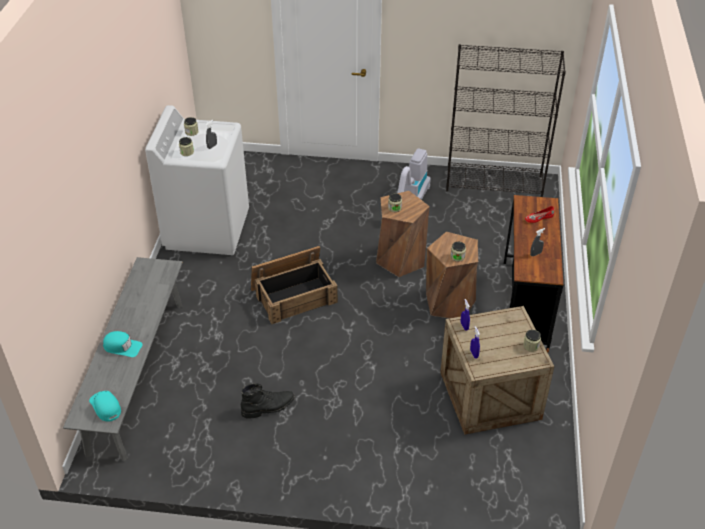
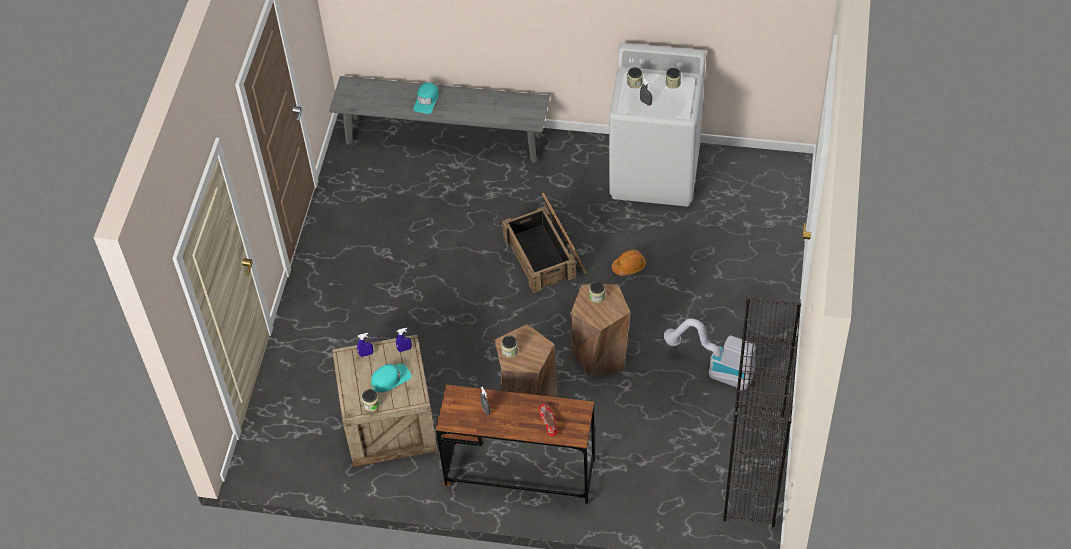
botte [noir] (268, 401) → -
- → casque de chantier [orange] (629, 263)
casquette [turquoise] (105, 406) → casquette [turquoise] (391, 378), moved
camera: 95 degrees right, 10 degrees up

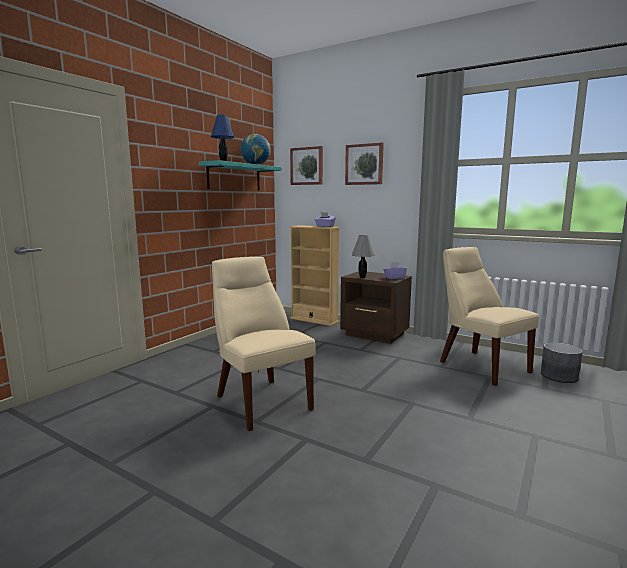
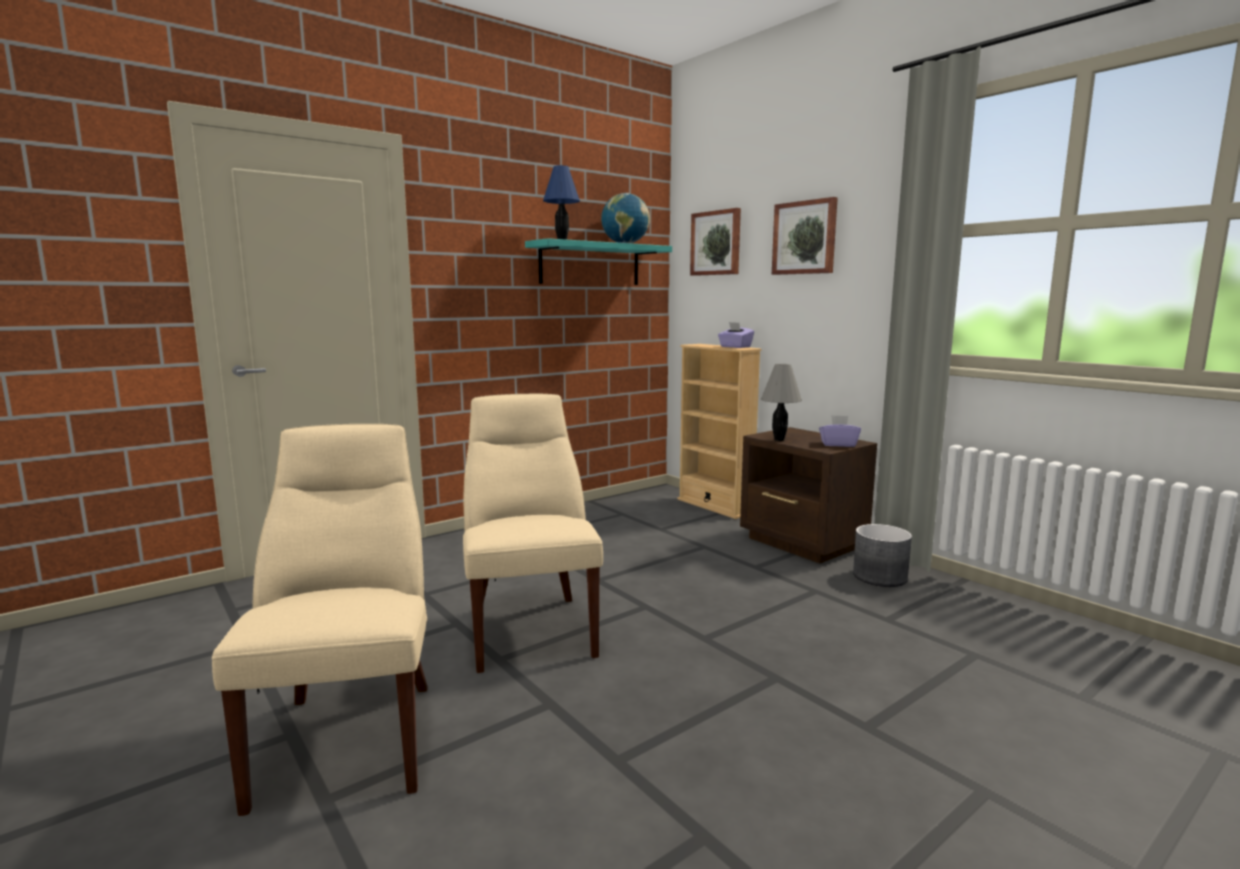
chaise [beige] (489, 316) → chaise [beige] (320, 620), moved
cache-pot [gris] (562, 362) → cache-pot [gris] (882, 555), moved
camera: 20 degrees right, 0 degrees up

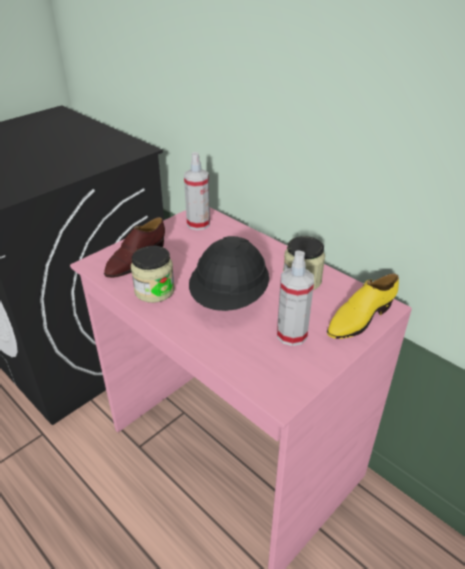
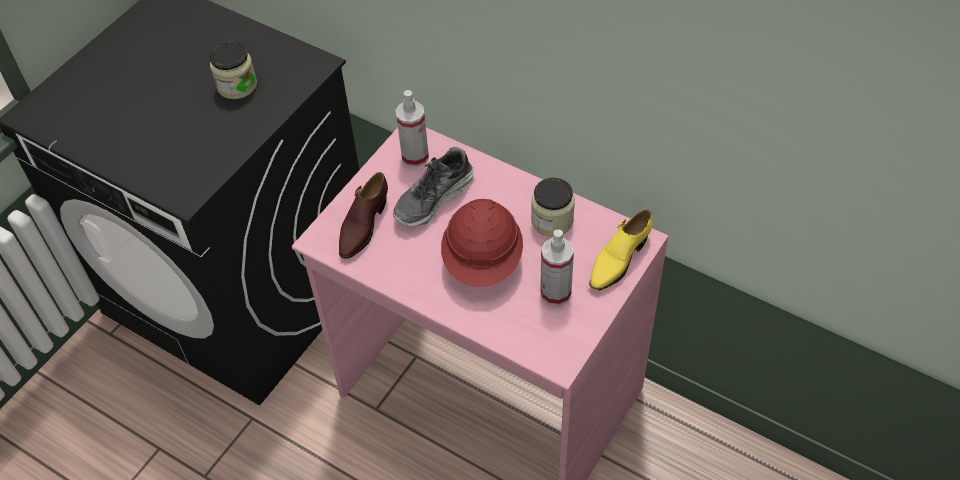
- → chaussure (433, 187)
bocal (153, 274) → bocal (233, 70), moved
casque de chantier [noir] (229, 273) → casque de chantier [rouge] (482, 243)
camera: 10 degrees left, 15 degrees up

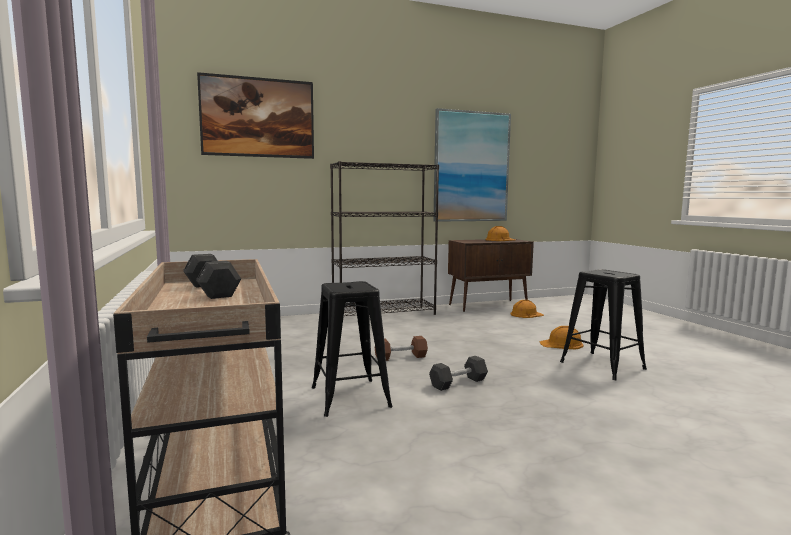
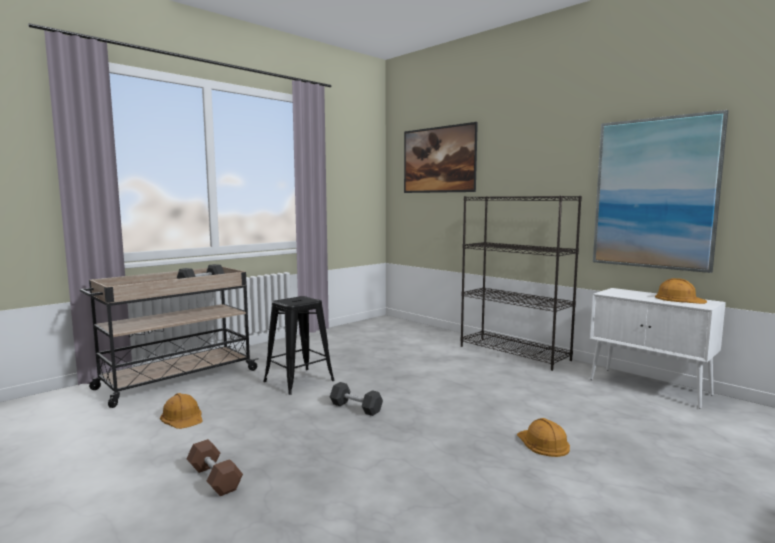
tabouret [noir] (603, 324) → -
haltère [marron] (401, 348) → haltère [marron] (214, 467), moved
casque de chantier [orange] (527, 309) → casque de chantier [orange] (181, 411), moved
meuble de rangement [marron] (491, 275) → meuble de rangement [blanc] (658, 348)
camera: 65 degrees right, 0 degrees up

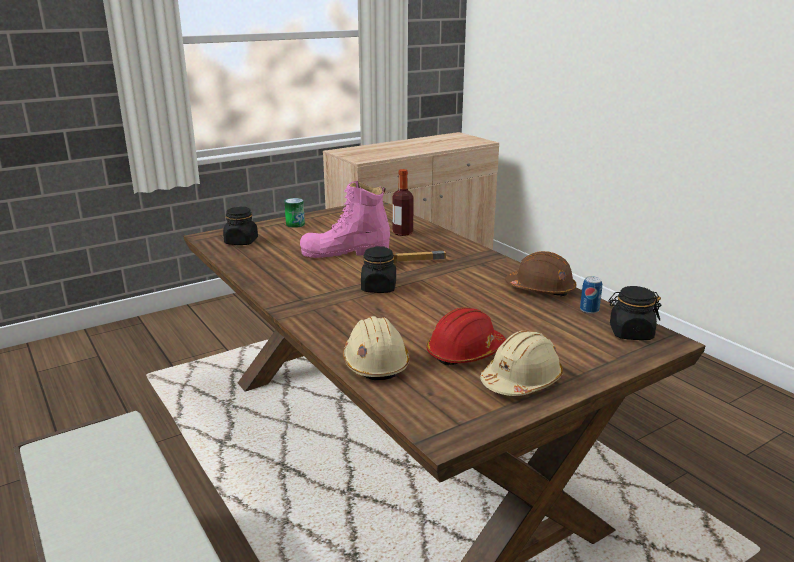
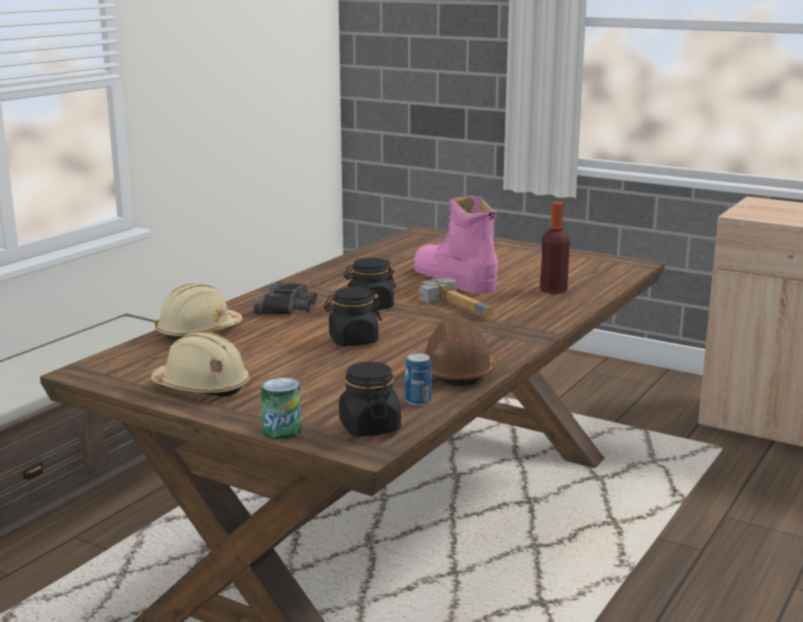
casque de chantier [rouge] (466, 336) → -
- → jumelles [noir] (285, 298)
bocal [noir] (240, 226) → bocal [noir] (353, 316), moved
boîte métallique (294, 213) → boîte métallique (281, 408), moved
camera: 65 degrees right, 5 degrees down

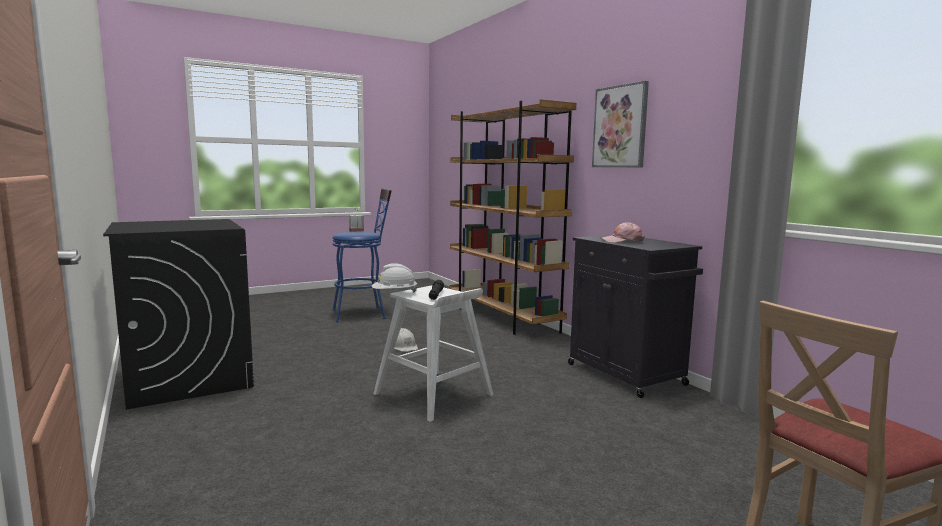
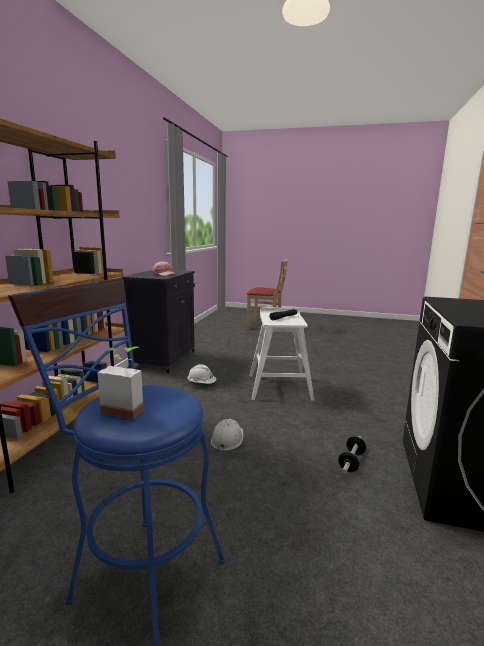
tableau (620, 124) → -
- → haltère (352, 455)
casque de chantier [blanc] (394, 277) → casque de chantier [blanc] (201, 374), moved
camera: 135 degrees left, 5 degrees up

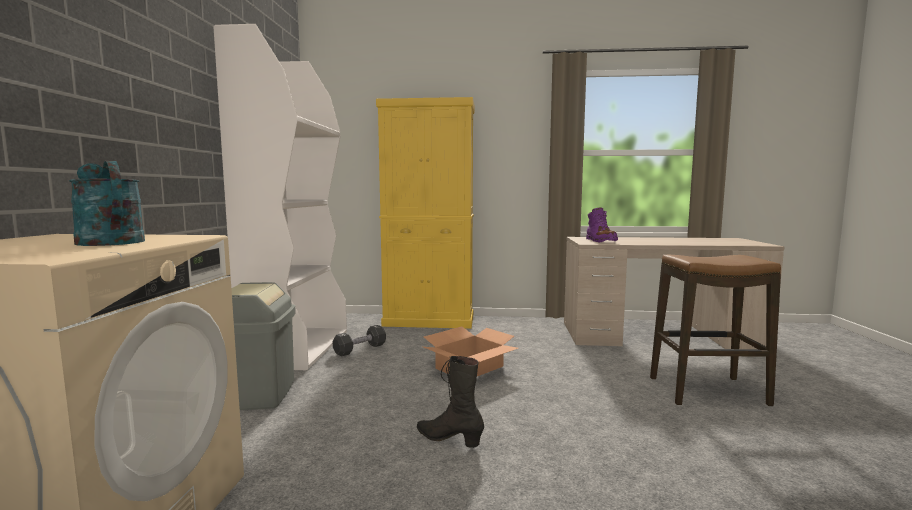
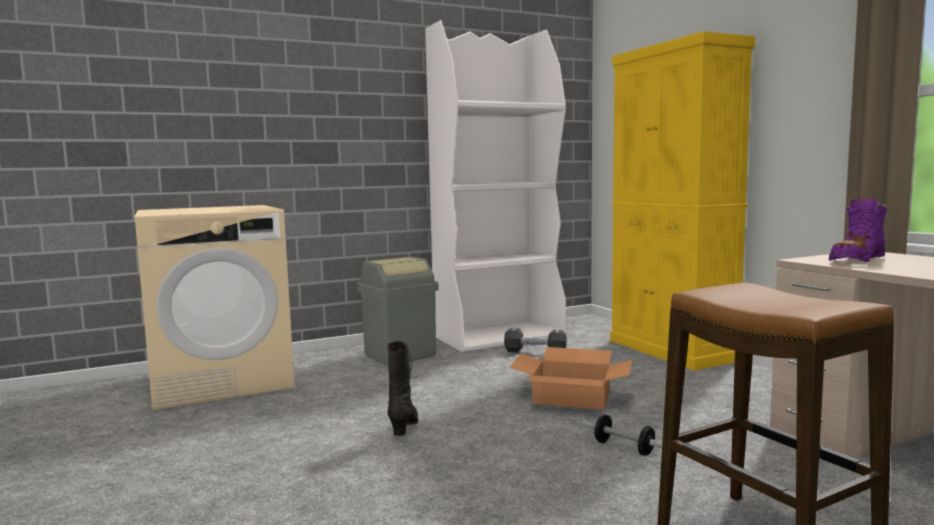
arrosoir [turquoise] (107, 203) → -
- → haltère (622, 435)
camera: 60 degrees right, 0 degrees up

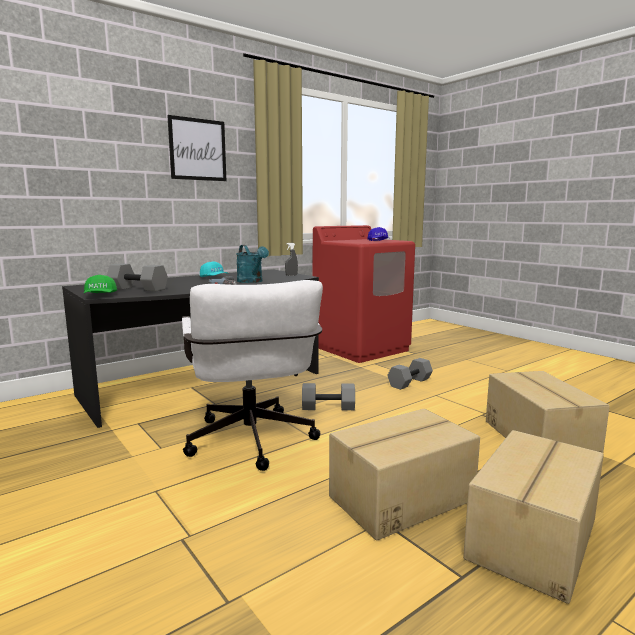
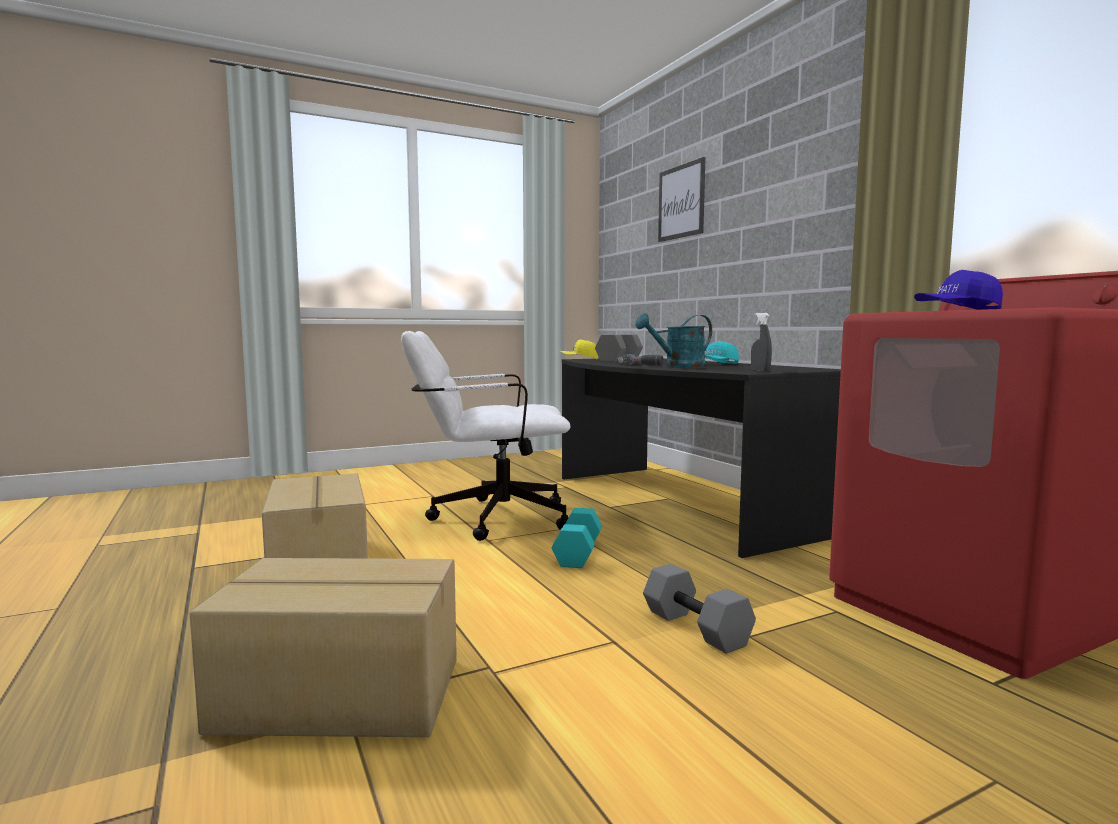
carton (533, 517) → -
tableau (196, 148) → tableau (682, 199), moved
casquette [vert] (100, 284) → casquette [jaune] (579, 349)
haltère [gris] (328, 396) → haltère [turquoise] (577, 538)
camera: 100 degrees right, 5 degrees down

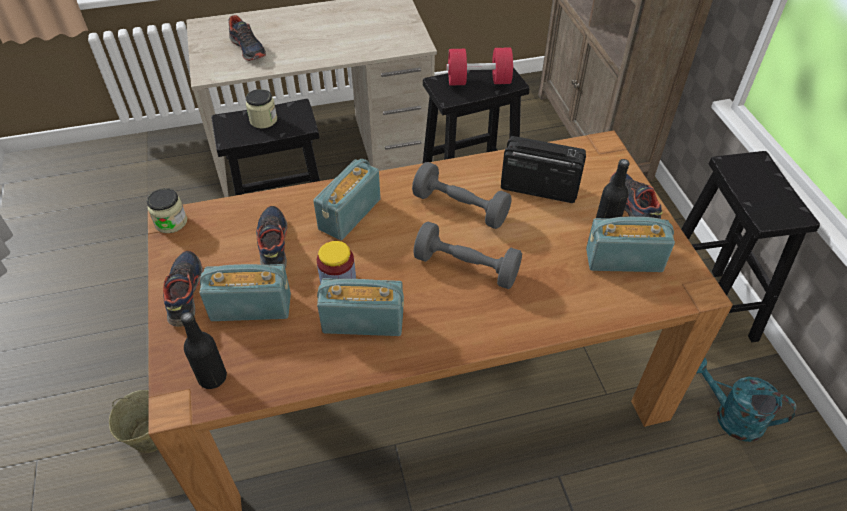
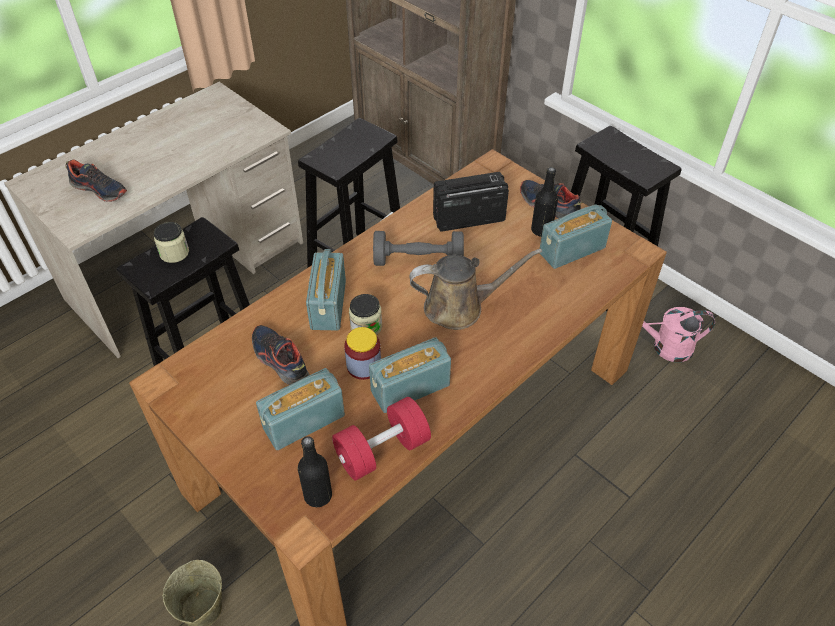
chaussure (183, 289) → -
bocal (166, 210) → bocal (365, 314), moved
haltère [rouge] (479, 66) → haltère [rouge] (381, 439), moved
haltère [gris] (467, 255) → arrosoir [marron] (476, 289)
arrosoir [turquoise] (746, 400) → arrosoir [rose] (678, 334)
camera: 30 degrees left, 0 degrees up

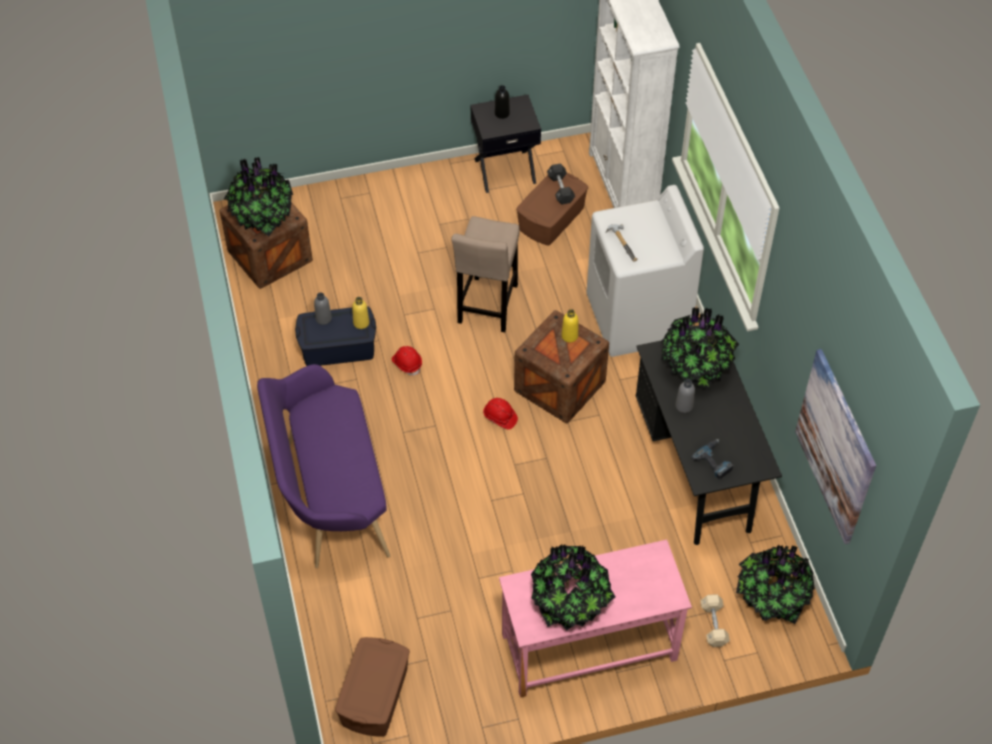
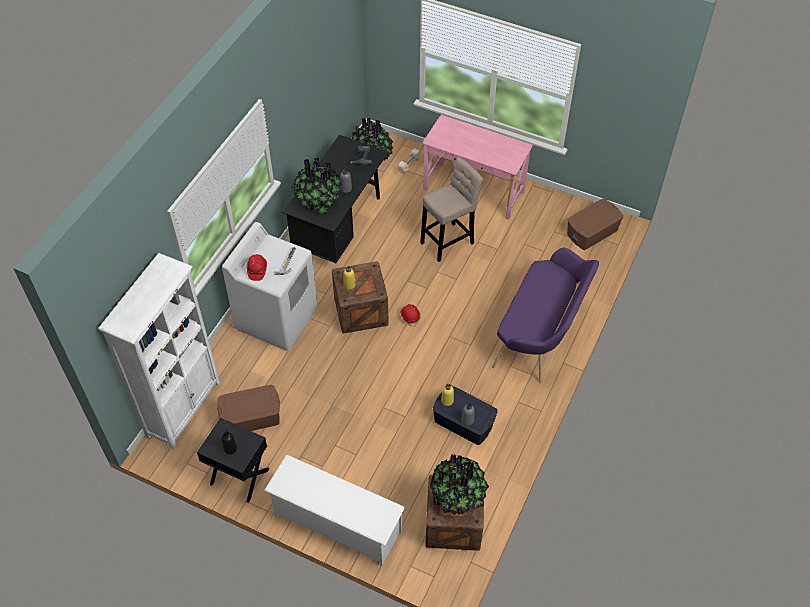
plante en pot (573, 587) → -
haltère [noir] (561, 184) → -
tableau (835, 446) → -
- → étagère à chaussures [blanc] (334, 510)
casque de chantier [rouge] (407, 361) → casque de chantier [rouge] (257, 267), moved
tabouret [beige] (485, 274) → tabouret [beige] (452, 209), moved
camera: 140 degrees left, 0 degrees up

